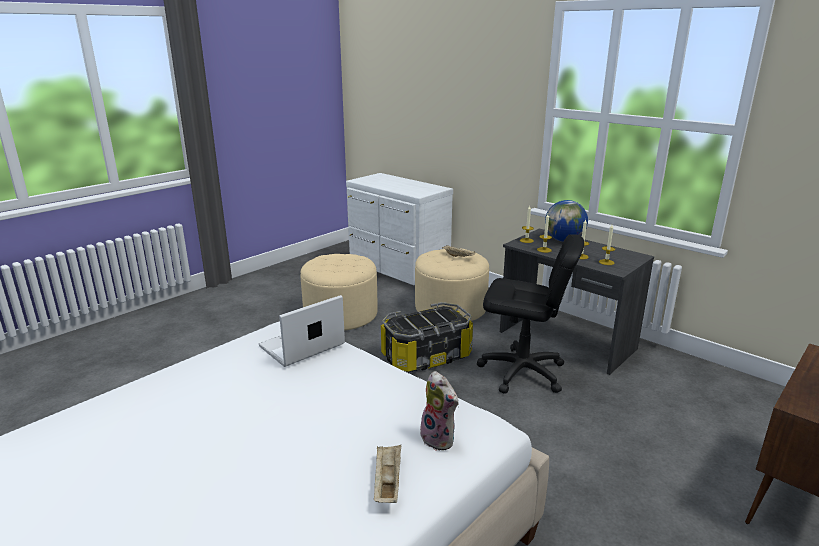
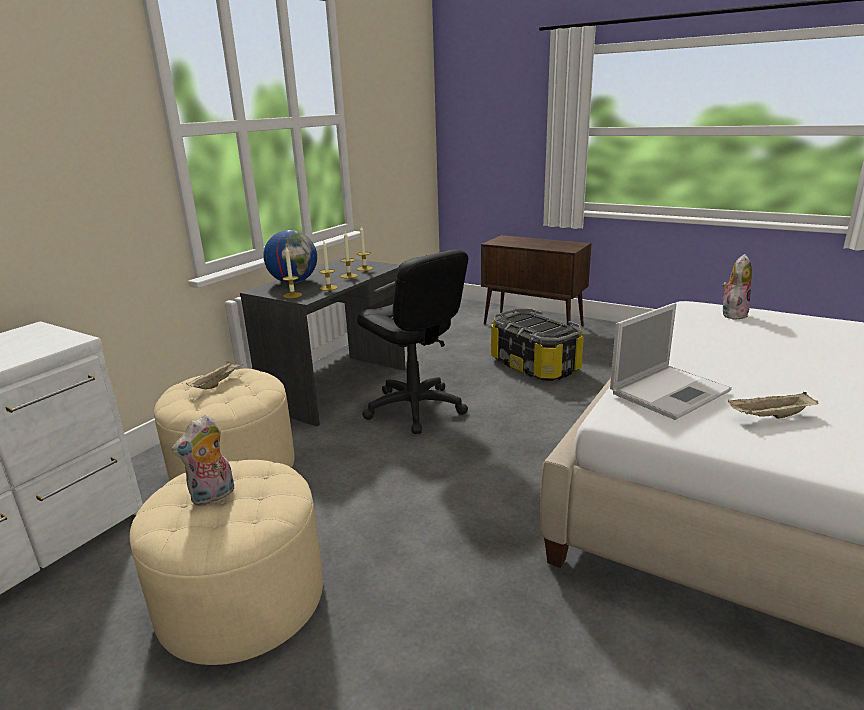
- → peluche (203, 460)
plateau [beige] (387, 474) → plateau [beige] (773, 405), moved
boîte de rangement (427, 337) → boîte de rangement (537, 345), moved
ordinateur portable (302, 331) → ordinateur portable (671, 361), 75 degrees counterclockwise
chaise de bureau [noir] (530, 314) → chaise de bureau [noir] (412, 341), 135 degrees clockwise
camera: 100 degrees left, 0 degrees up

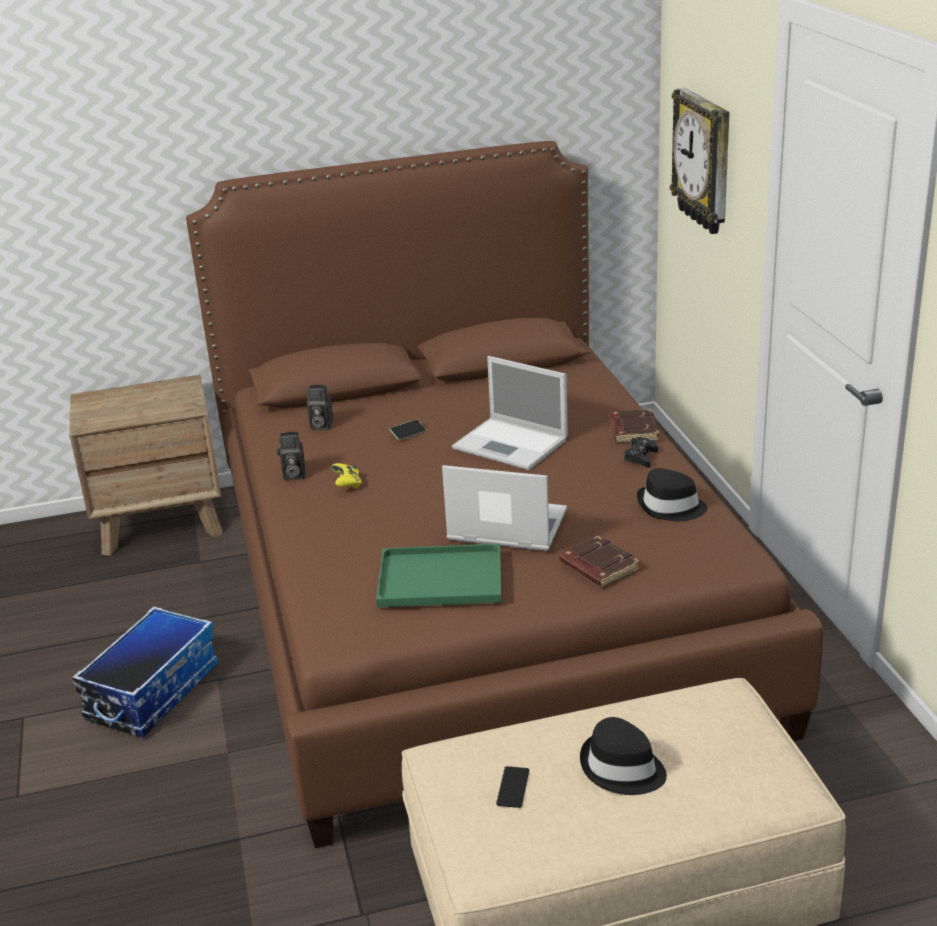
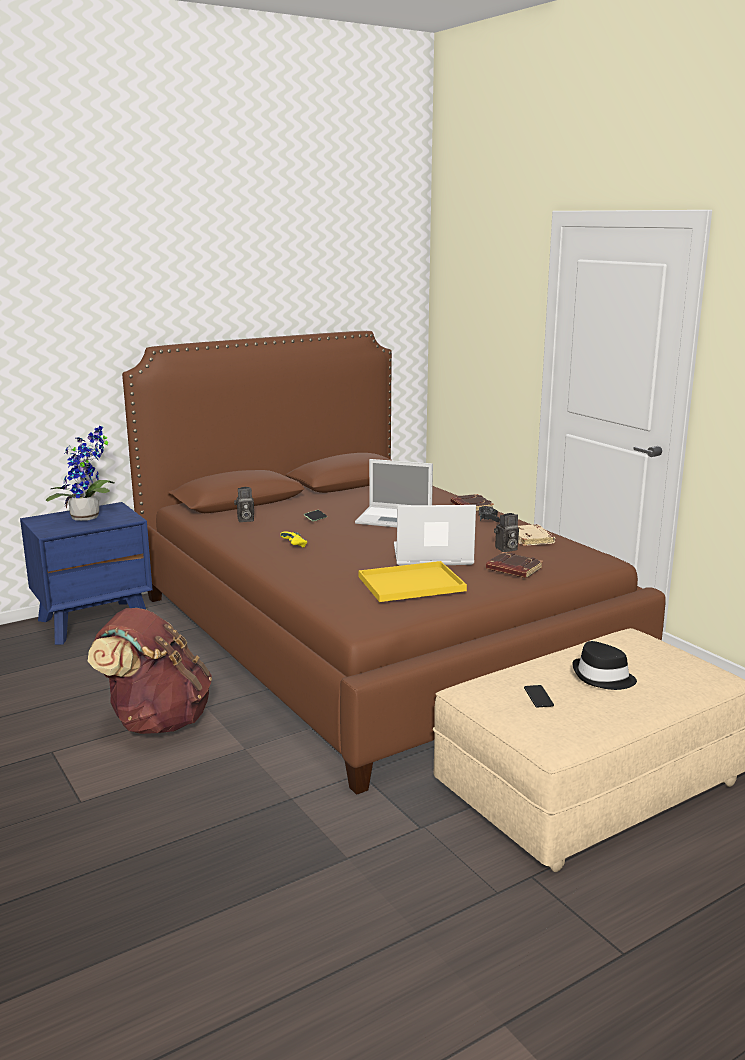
horloge murale (700, 161) → -
- → plante en pot (80, 473)
appareil photo (291, 455) → appareil photo (506, 532), moved
boîte de rangement (145, 672) → sac à dos [marron] (150, 671)
chapeau [noir] (672, 494) → livre [beige] (536, 535)
table de chevet [marron] (146, 465) → table de chevet [bleu] (86, 573)
plateau [vert] (438, 575) → plateau [jaune] (413, 581)
camera: 20 degrees left, 10 degrees down

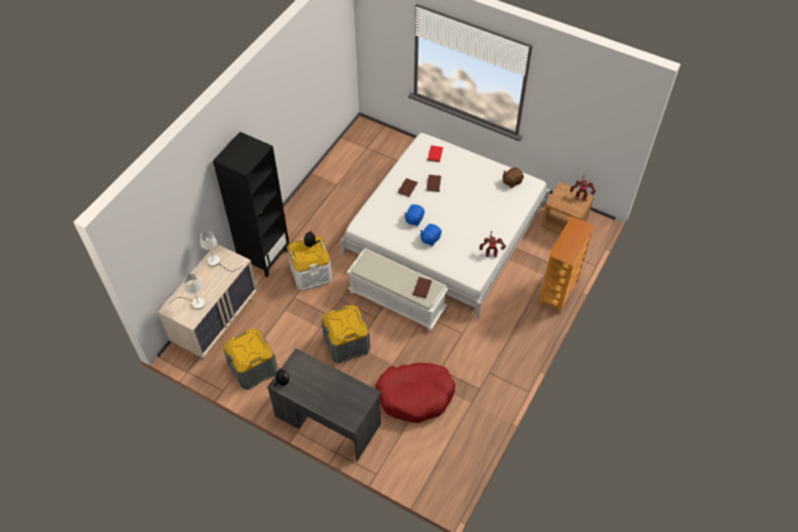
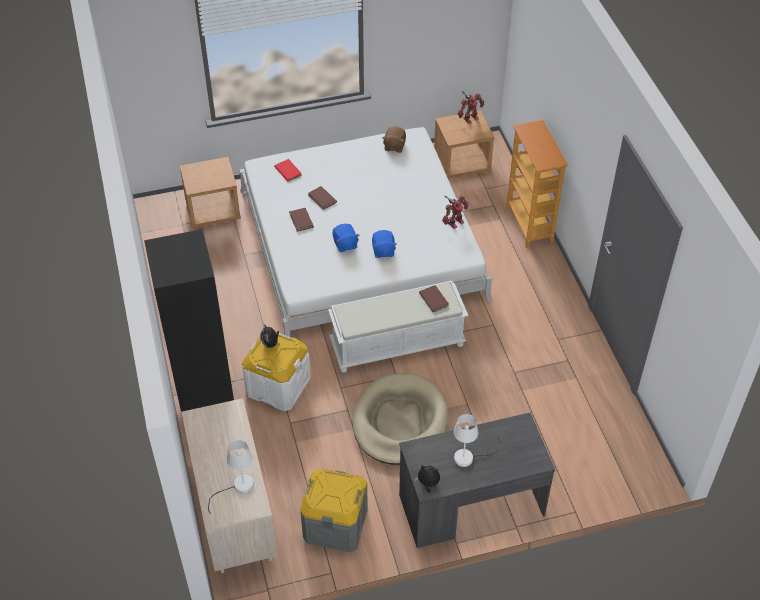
panier pour chien [rouge] (415, 393) → -
- → table de chevet [marron] (210, 192)
lampe de table [blanc] (221, 251) → lampe de table [blanc] (477, 440), moved
boîte de rangement [gris] (346, 334) → panier pour chien [beige] (400, 419)
camera: 45 degrees left, 5 degrees down

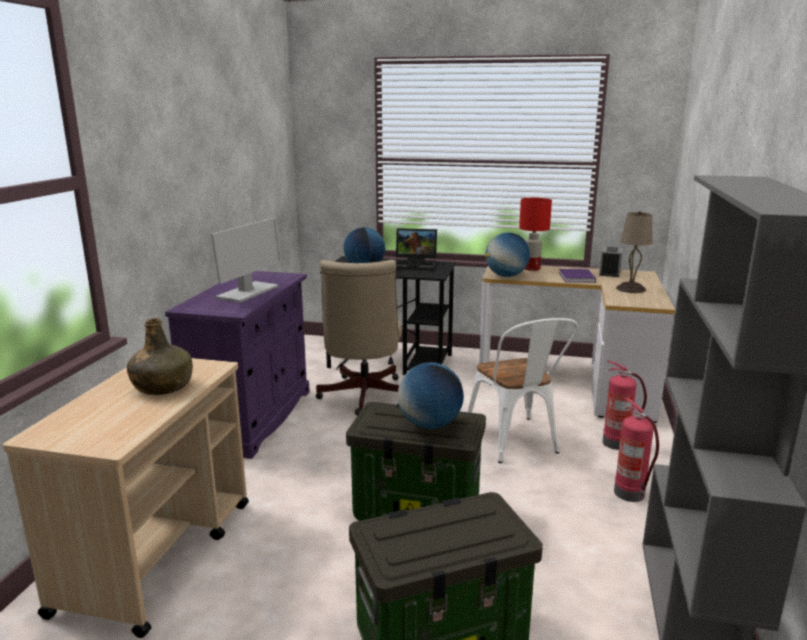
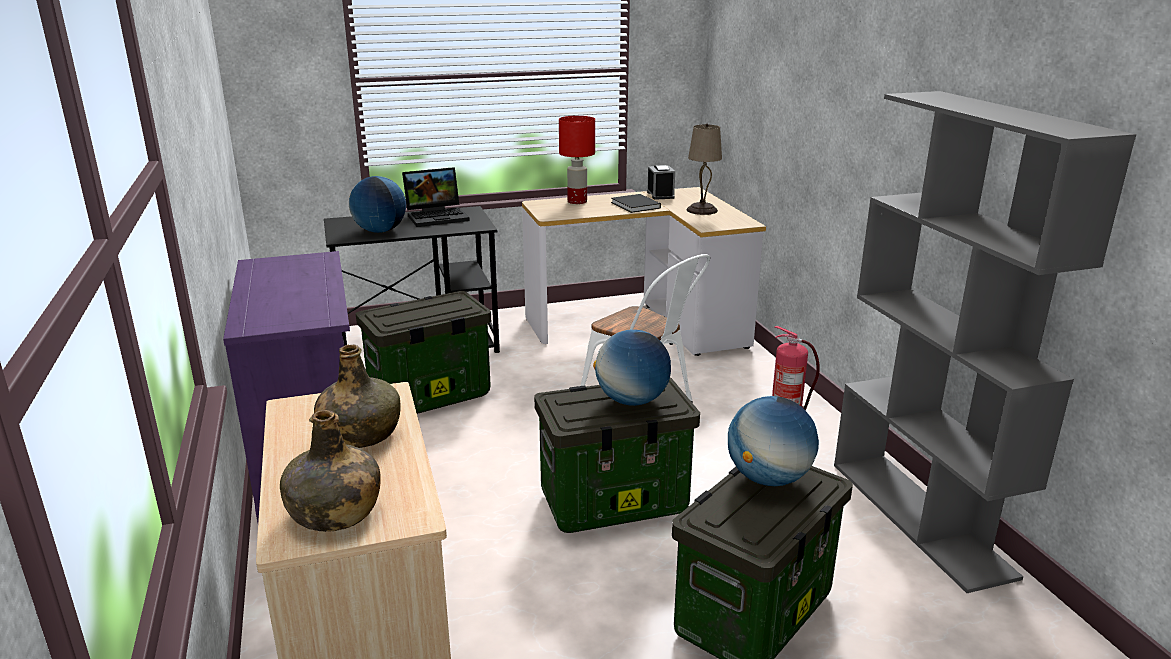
écran d'ordinateur (246, 260) → -
extincteur (625, 405) → -
- → bouteille [vert] (330, 471)
globe (507, 255) → globe (773, 441), moved
chaise de bureau [beige] (359, 337) → boîte de rangement (423, 352)
livre [violet] (577, 276) → livre [noir] (636, 203)
camera: 30 degrees left, 5 degrees up

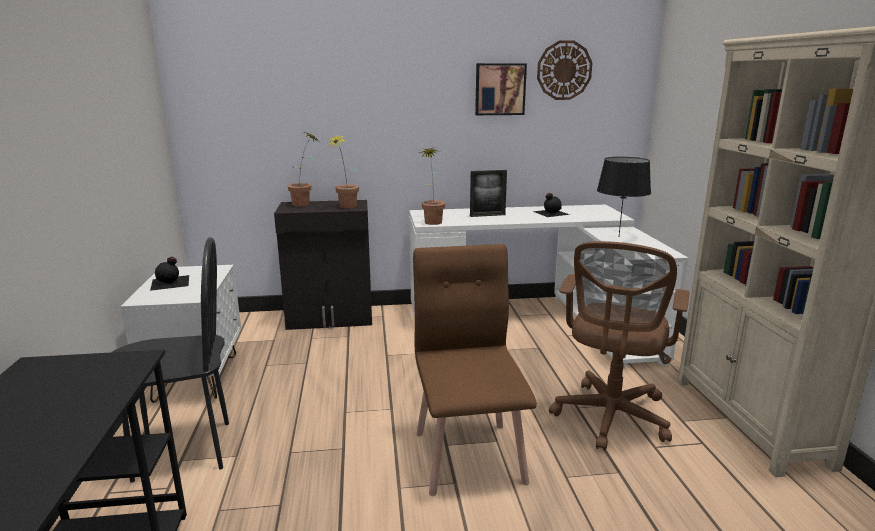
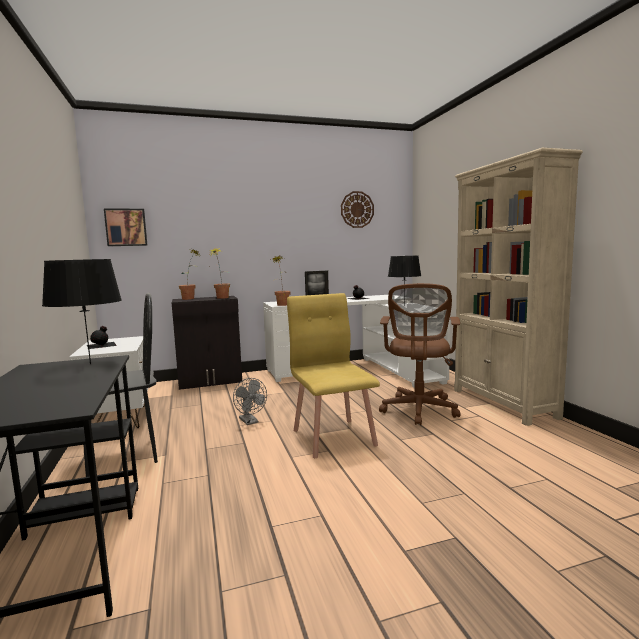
- → lampe de table [noir] (82, 311)
- → ventilateur [gris] (250, 401)
tableau (501, 89) → tableau (126, 227), moved
chaise [marron] (475, 370) → chaise [jaune] (333, 375)
camera: 10 degrees left, 10 degrees down

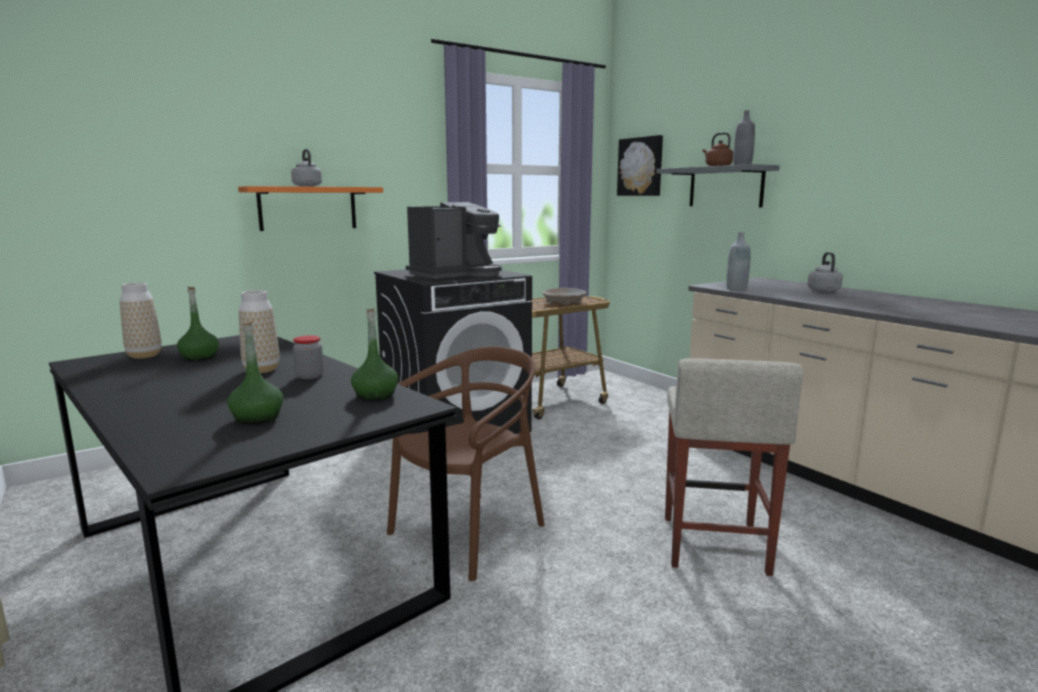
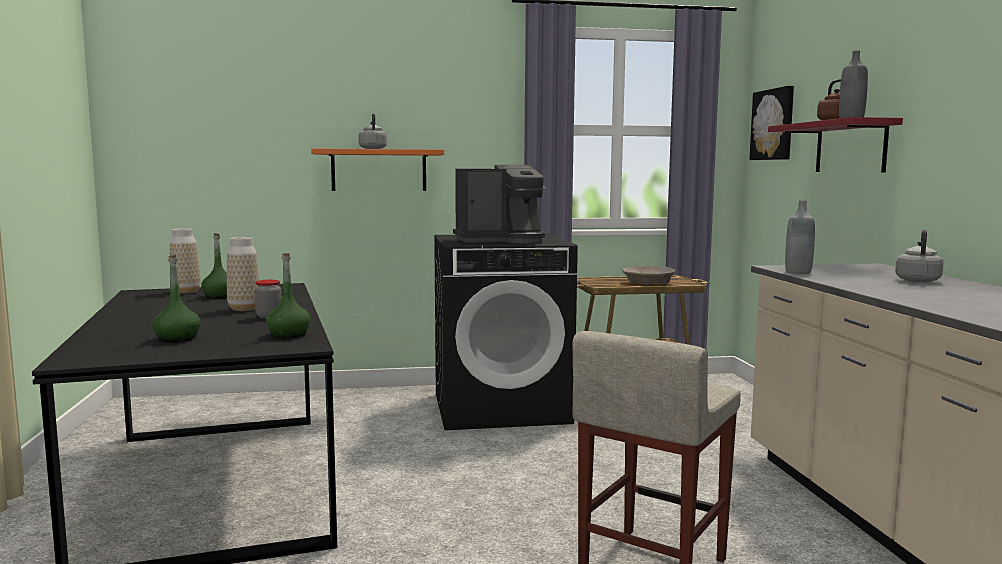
chaise [marron] (466, 463) → -
étagère [gris] (718, 185) → étagère [rouge] (835, 144)
camera: 25 degrees right, 5 degrees down

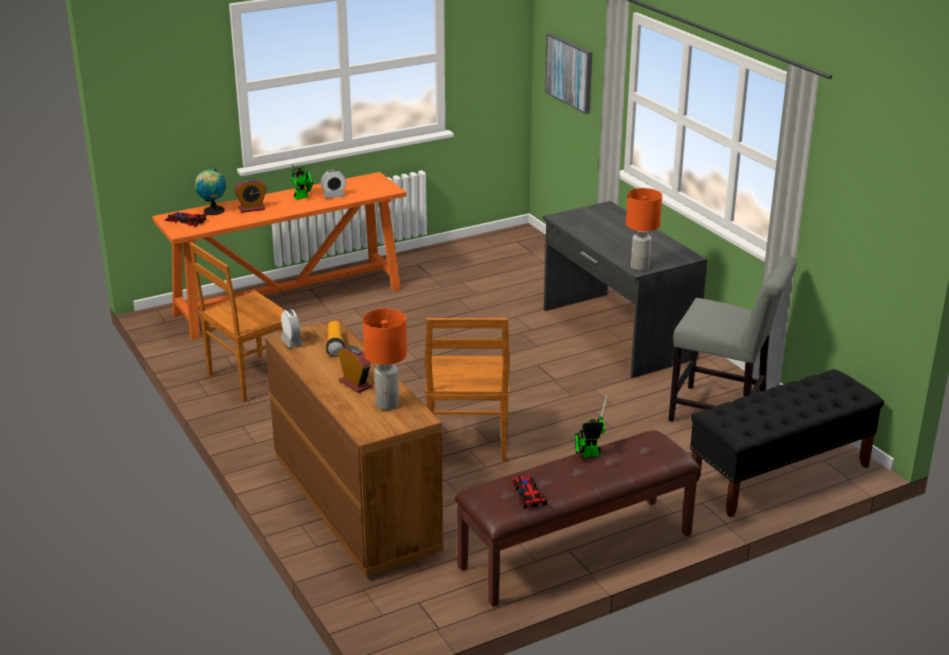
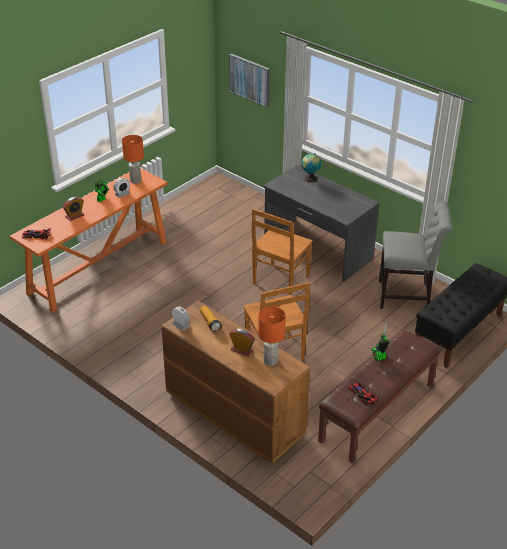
chaise [marron] (237, 322) → chaise [marron] (282, 252), moved
globe (210, 192) → globe (311, 167), moved
lampe de table [orange] (644, 229) → lampe de table [orange] (133, 159), moved
camera: 20 degrees left, 10 degrees up

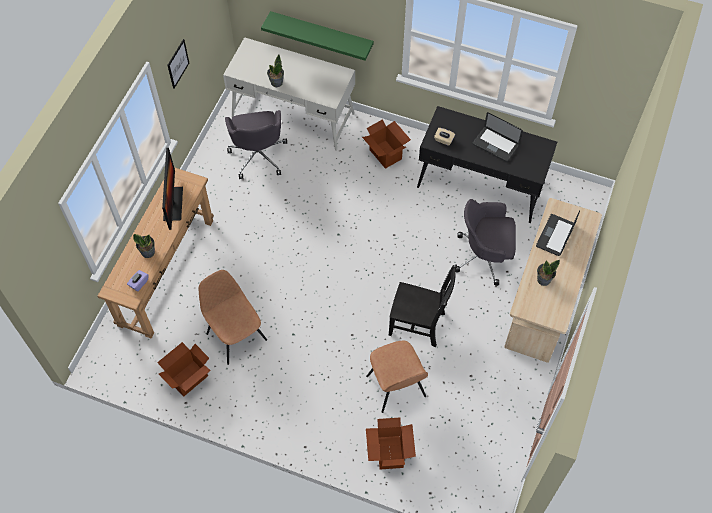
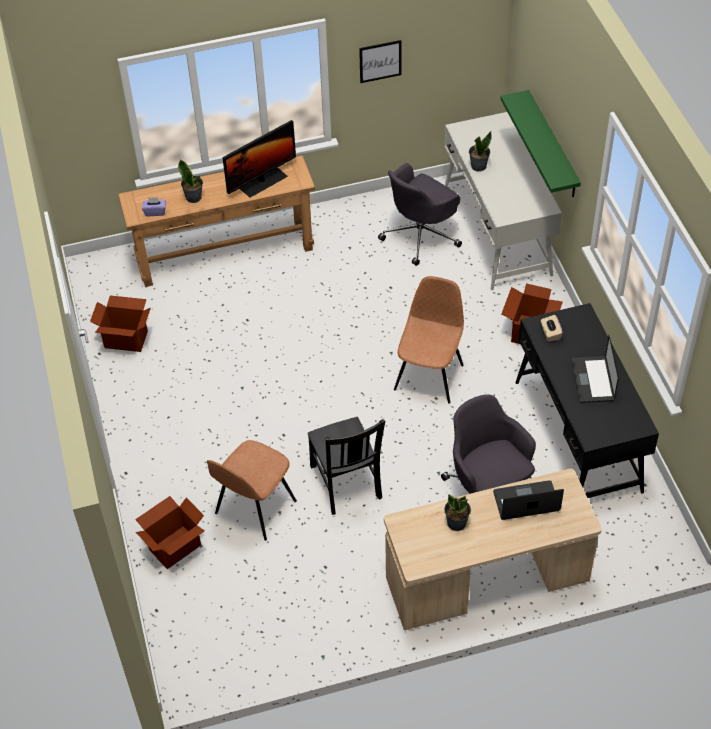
chaise [marron] (233, 317) → chaise [marron] (429, 339), moved
camera: 55 degrees right, 10 degrees down

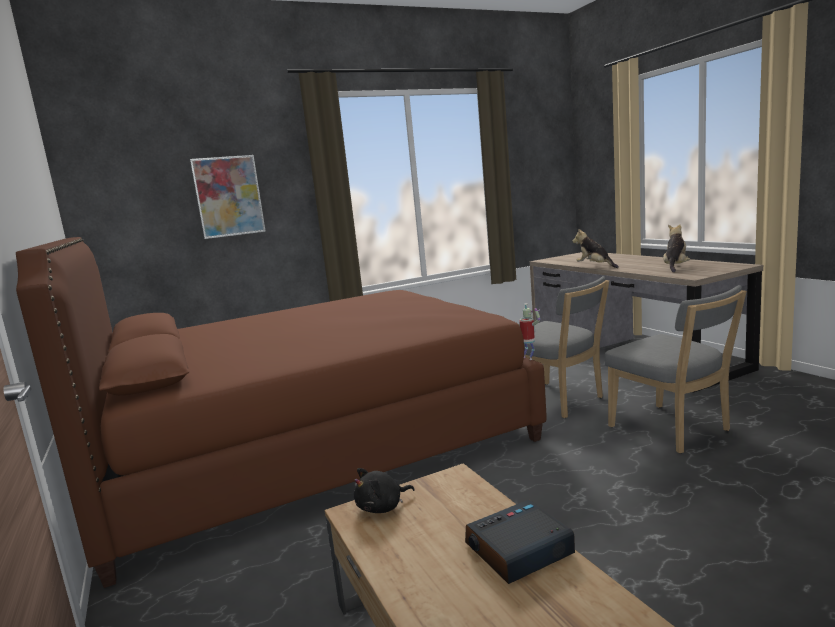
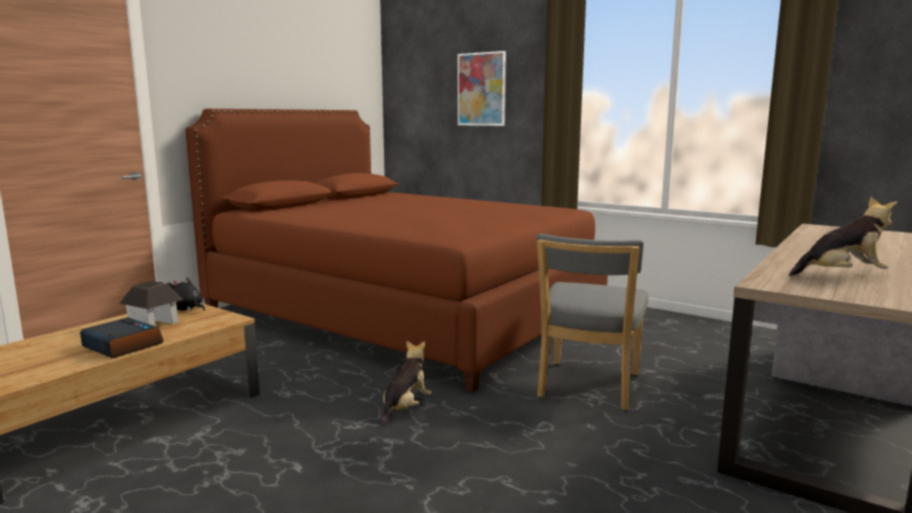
robot jouet (529, 332) → -
chaise [gris] (675, 369) → -
- → maison miniature (152, 303)
peluche (595, 248) → peluche (406, 384), moved
camera: 60 degrees right, 0 degrees up

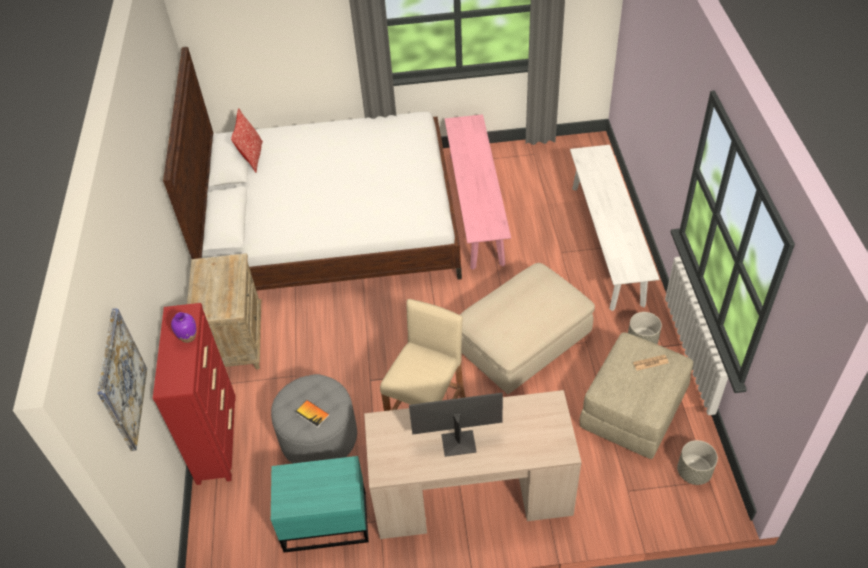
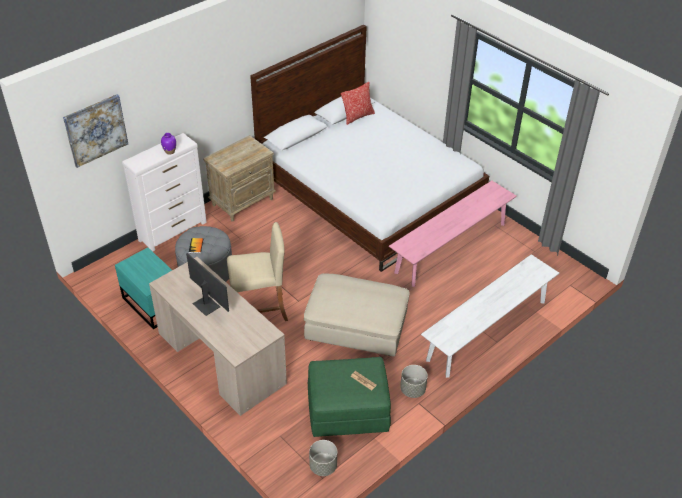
commode [rouge] (194, 394) → commode [blanc] (164, 192)
pouf [beige] (636, 395) → pouf [vert] (349, 397)
camera: 50 degrees right, 5 degrees down

